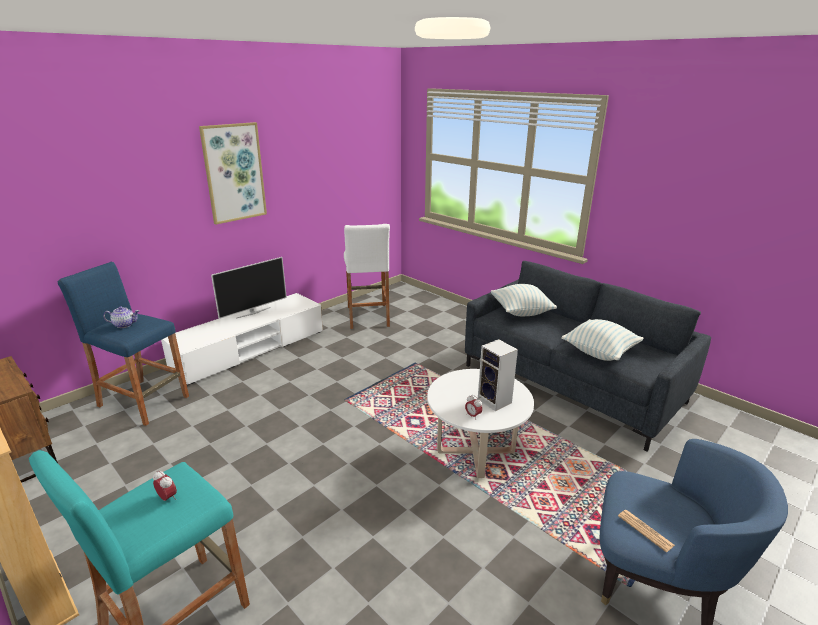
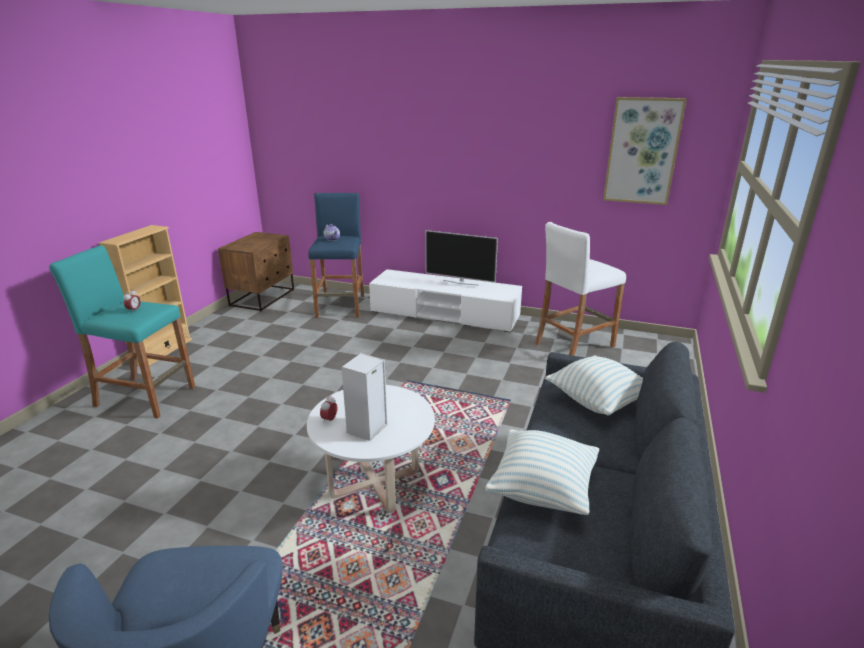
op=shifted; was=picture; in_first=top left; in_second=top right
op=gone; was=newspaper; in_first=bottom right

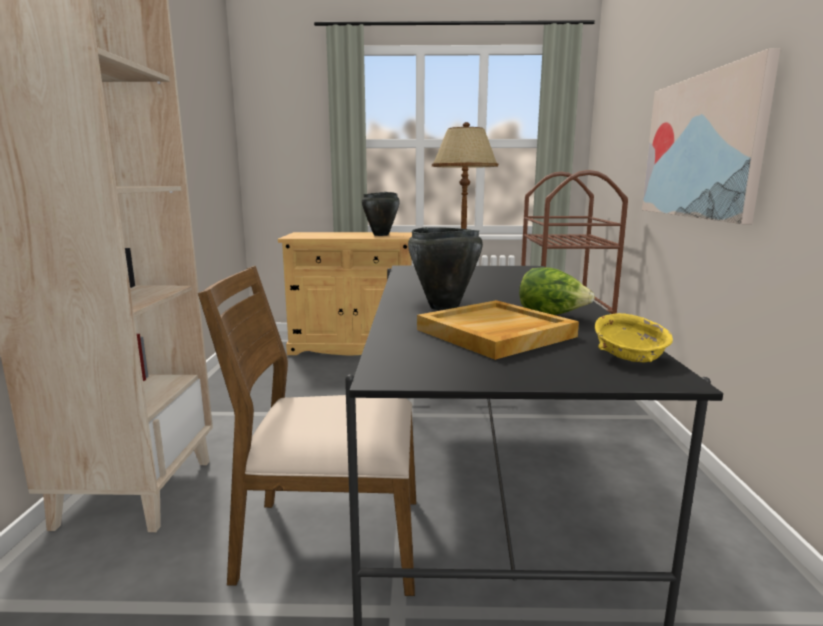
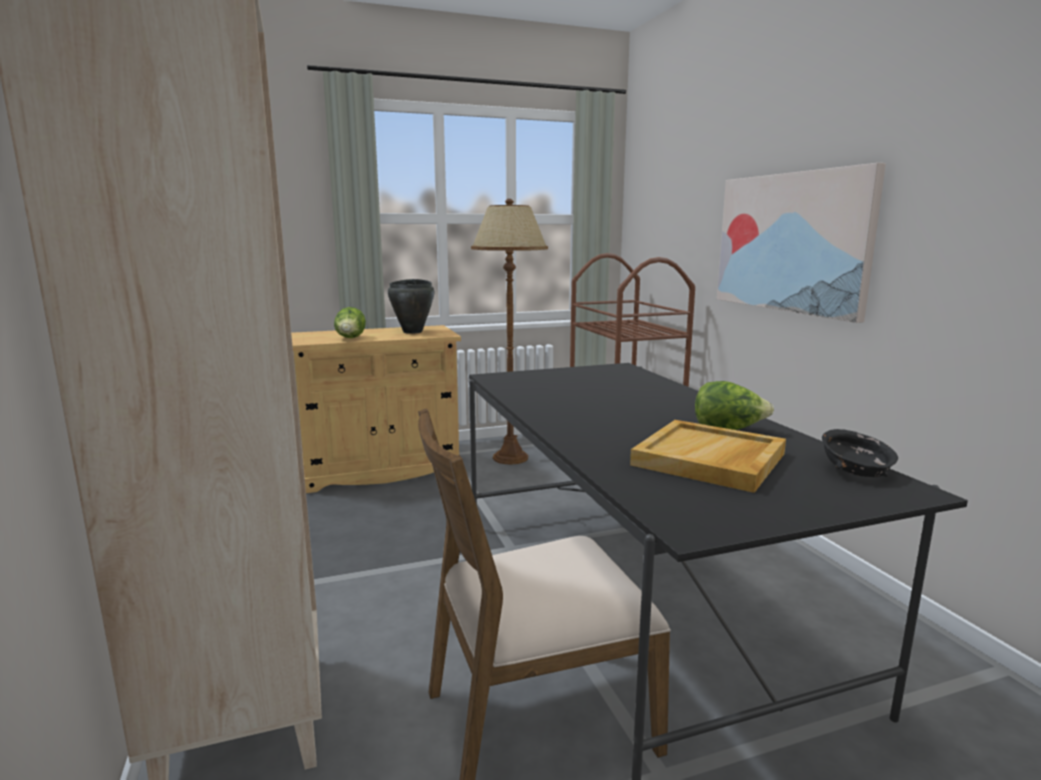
op=gone; was=cooking pot (black) (no. 2 from left); in_first=centre
op=repainted; was=bowl (yellow); now=bowl (black); in_first=middle right; in_second=middle right
op=new; now=lettuce (no. 1 from left); in_second=centre

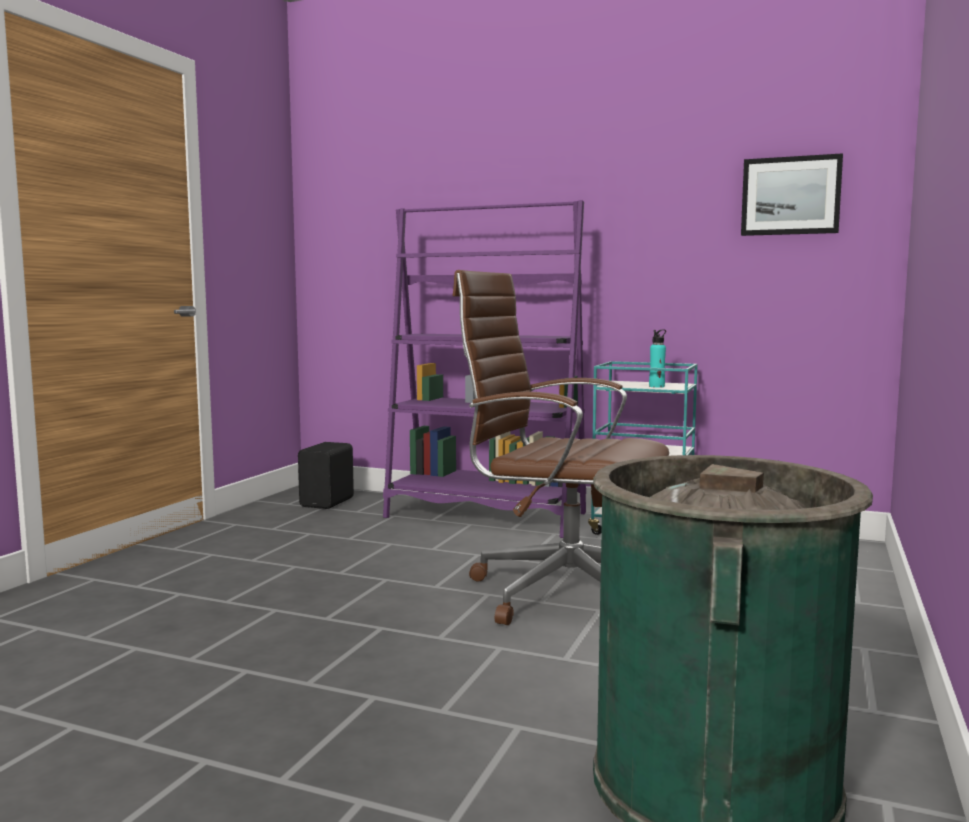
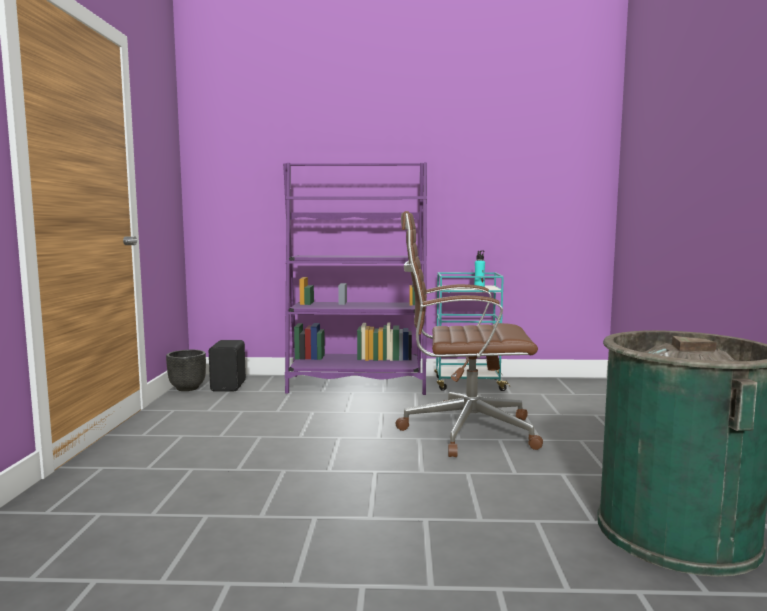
op=gone; was=picture; in_first=top right
op=new; now=planter (black); in_second=middle left

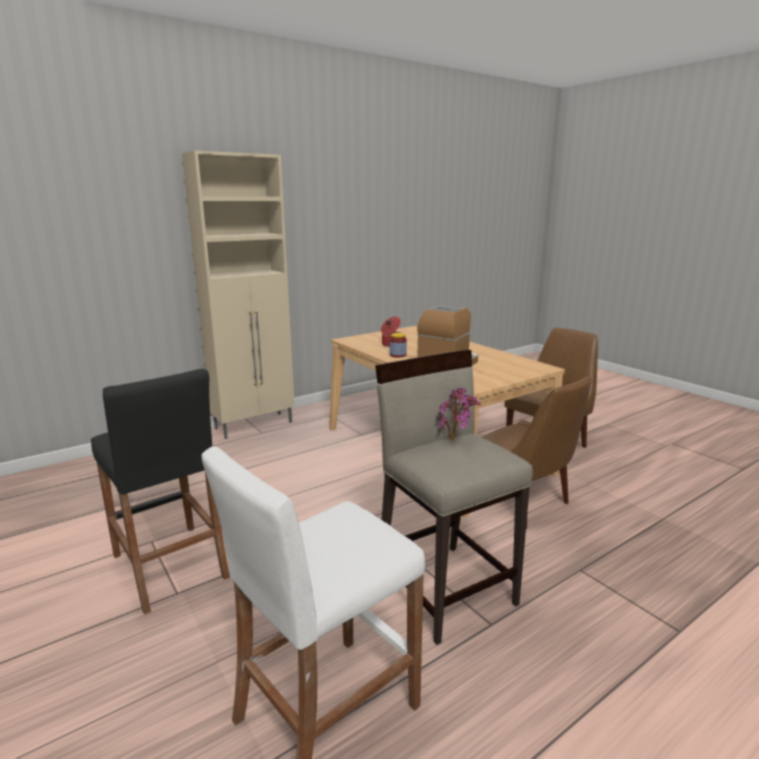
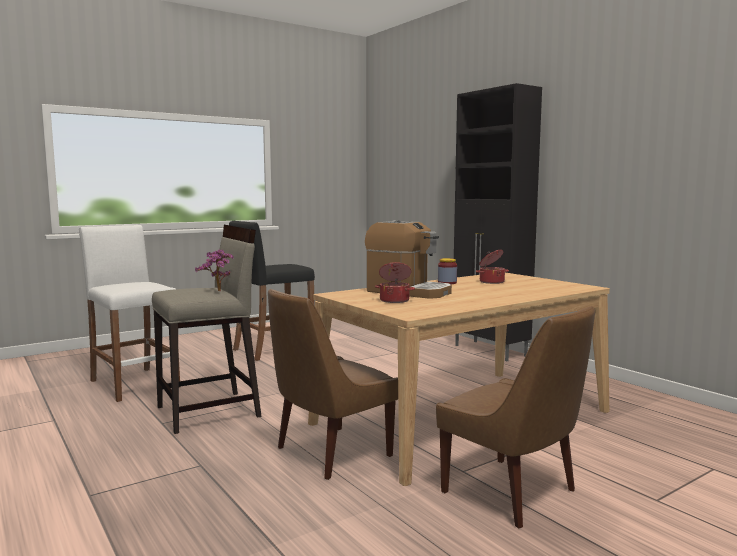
op=repainted; was=cabinet (beige); now=cabinet (black); in_first=middle left; in_second=middle right
op=new; now=cooking pot (no. 1 from left); in_second=centre

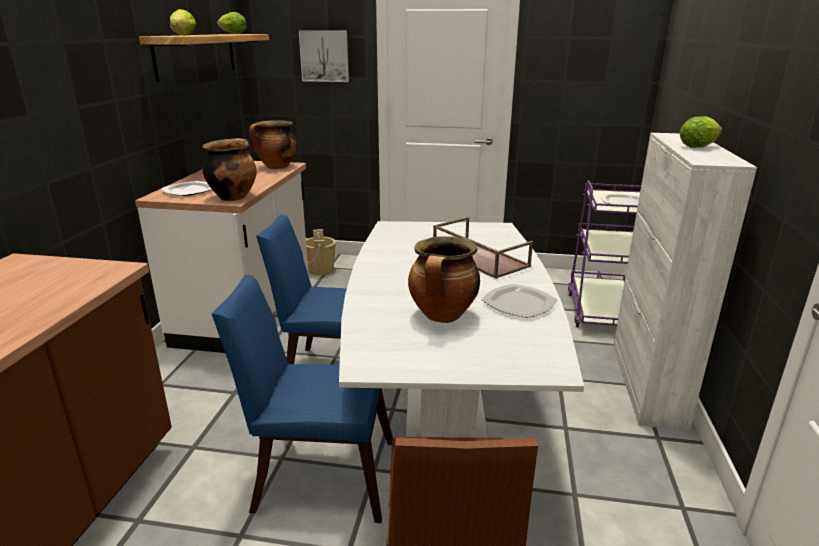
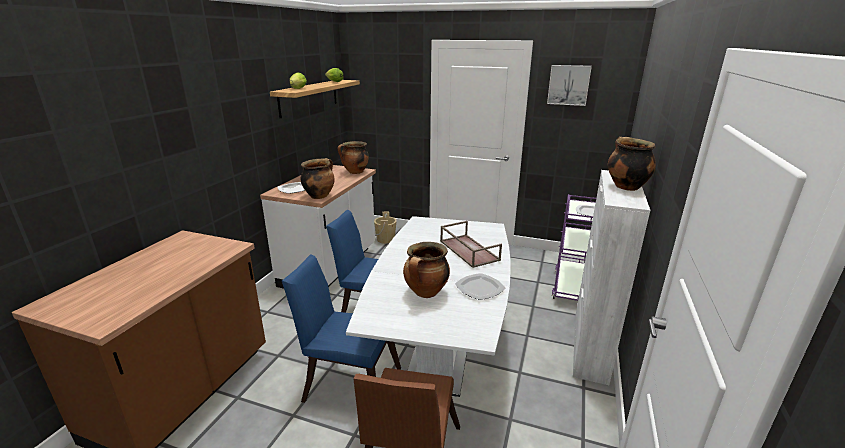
op=shifted; was=picture; in_first=top centre; in_second=top right
op=swapped; was=lettuce (no. 3 from left); now=cooking pot (no. 4 from left); in_first=top right; in_second=middle right

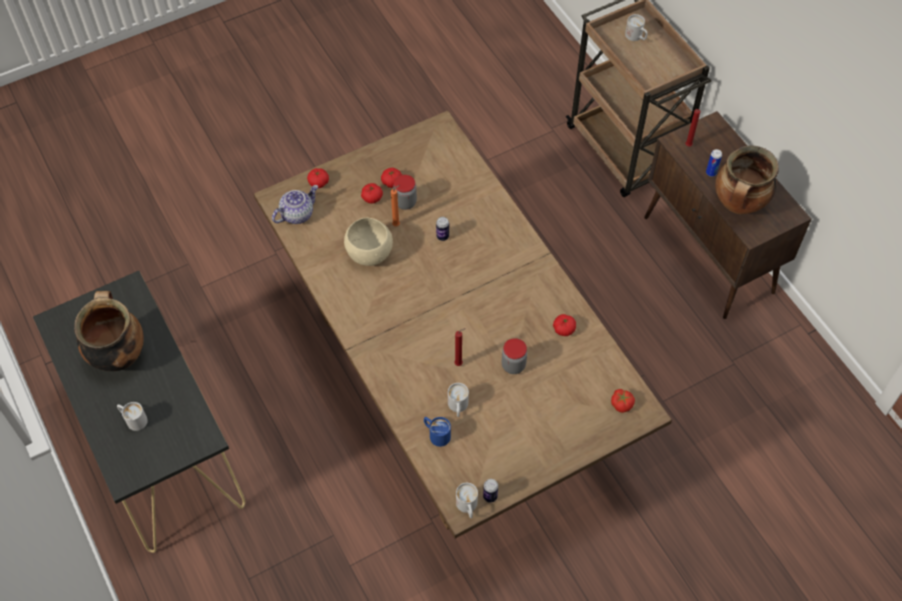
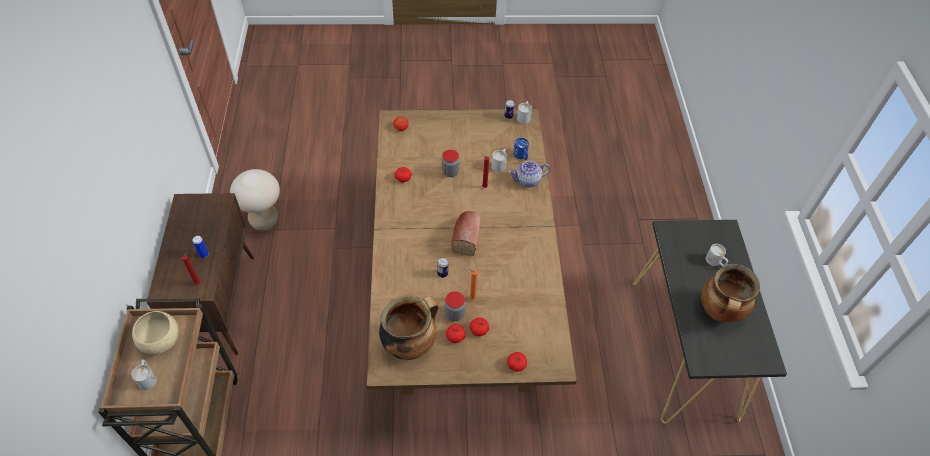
op=shifted; was=teapot; in_first=middle left; in_second=centre
op=shifted; was=bowl (beige); in_first=centre; in_second=bottom left
op=shifted; was=cooking pot (no. 2 from left in the first image); now=cooking pot (no. 1 from left); in_first=top right; in_second=bottom centre
op=new; now=stool (beige); in_second=middle left
op=new; now=bread; in_second=centre

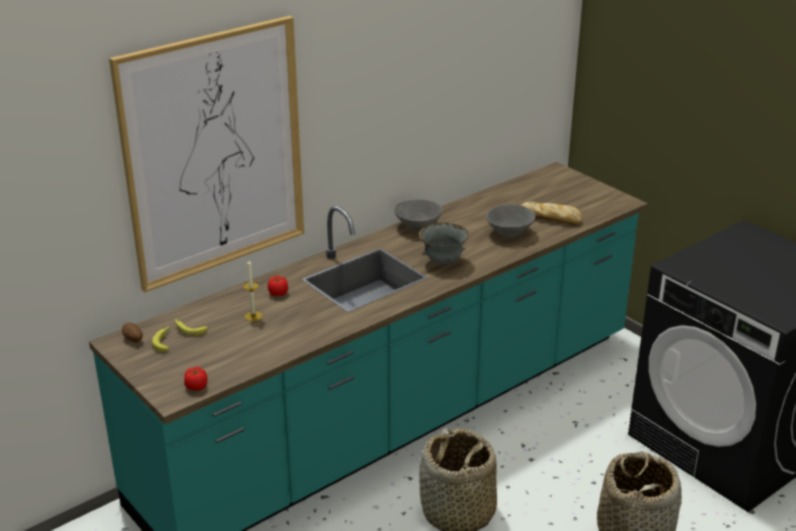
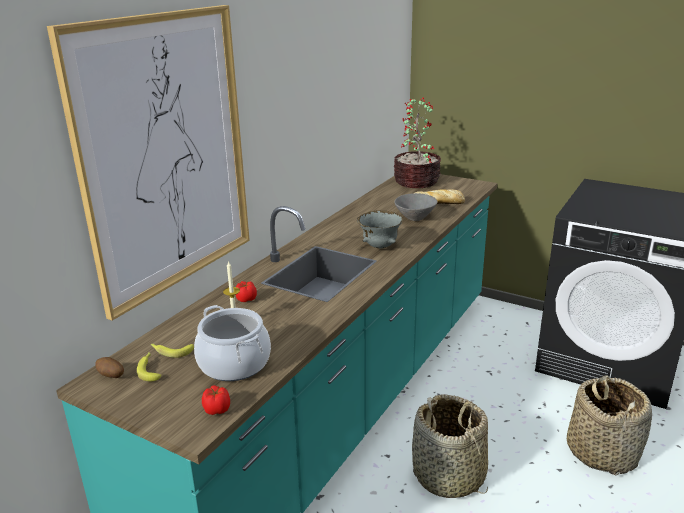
op=gone; was=bowl (grey) (no. 1 from left); in_first=centre
op=new; now=cooking pot; in_second=bottom centre
op=new; now=potted plant; in_second=top centre

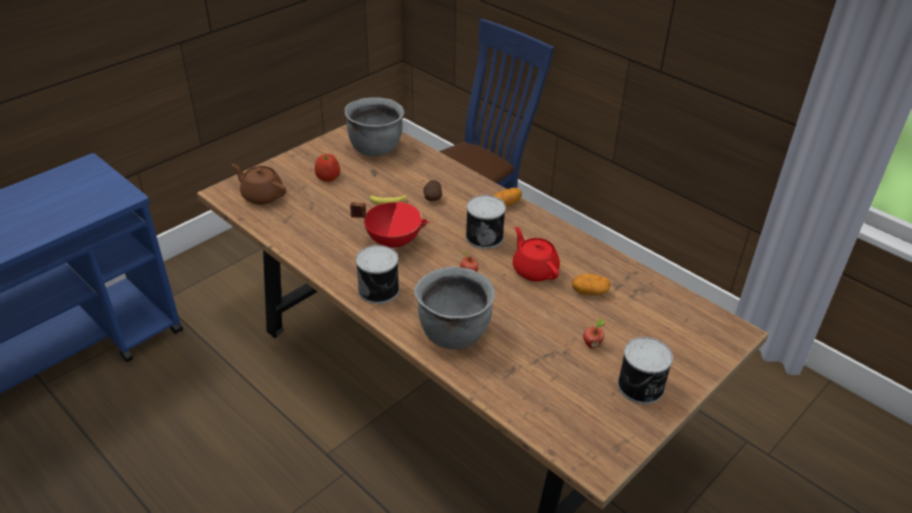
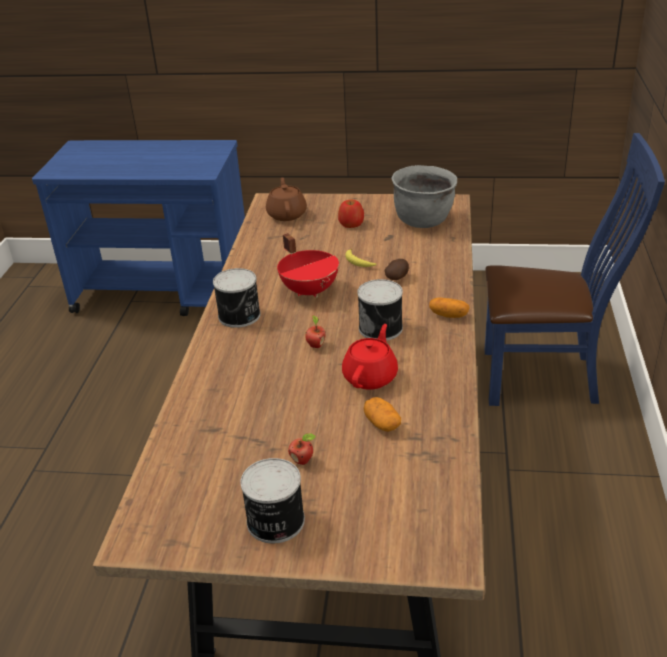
op=gone; was=cooking pot (grey) (no. 2 from left); in_first=centre

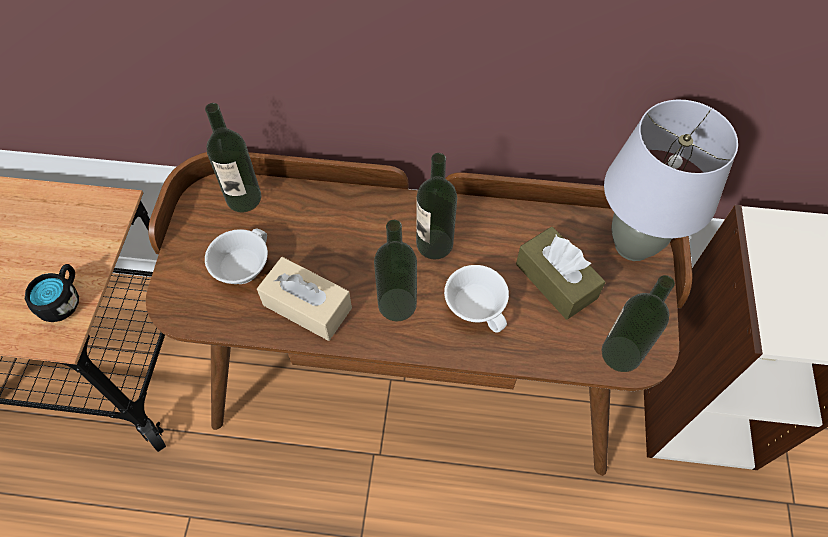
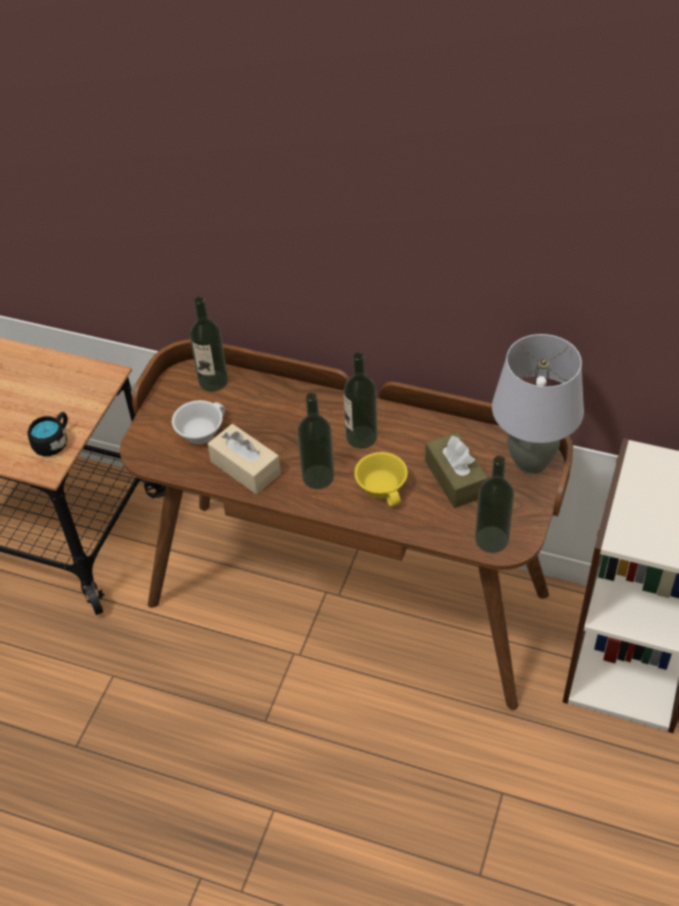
op=repainted; was=cup (white) (no. 2 from left); now=cup (yellow); in_first=centre; in_second=centre

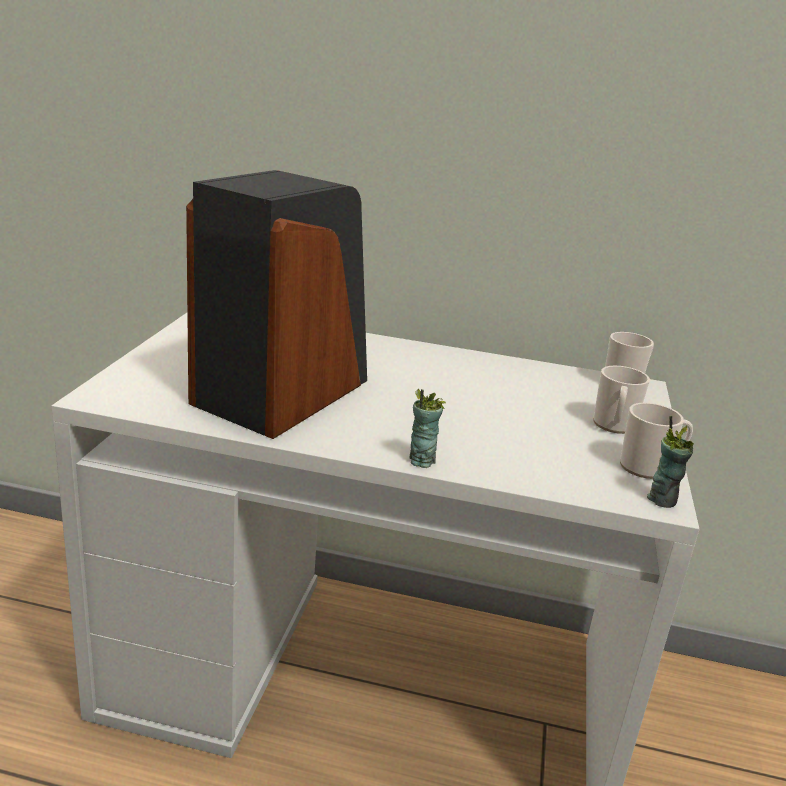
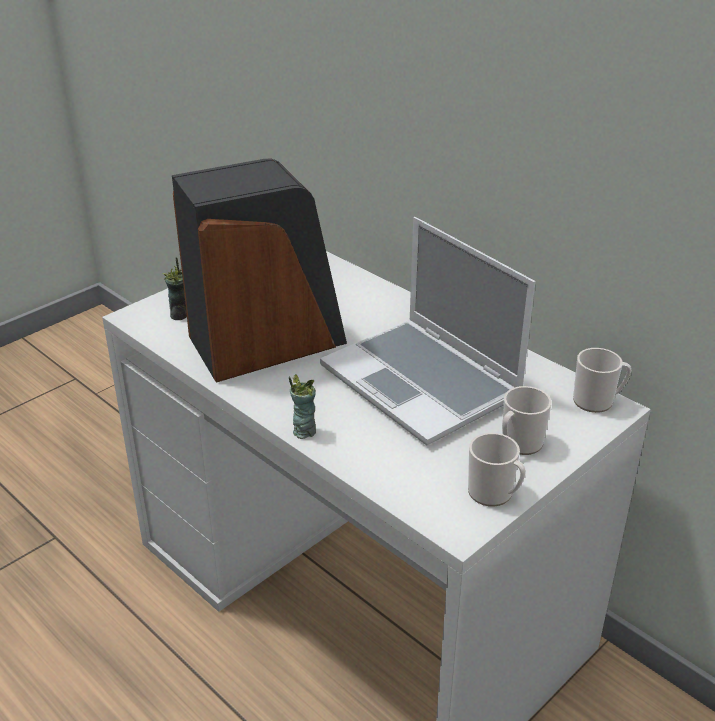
op=shifted; was=cup (no. 2 from left in the first image); now=cup (no. 1 from left); in_first=middle right; in_second=middle left
op=new; now=laptop; in_second=centre

